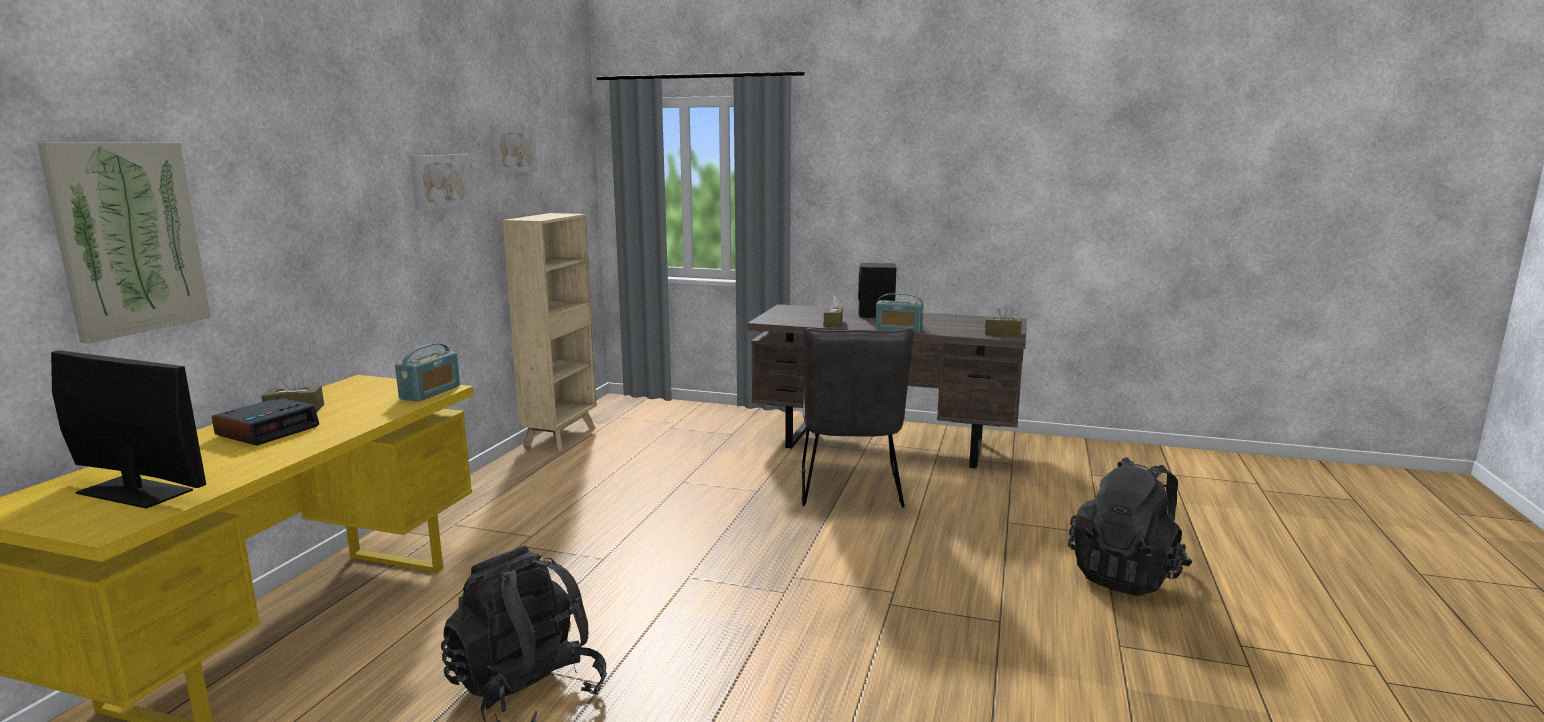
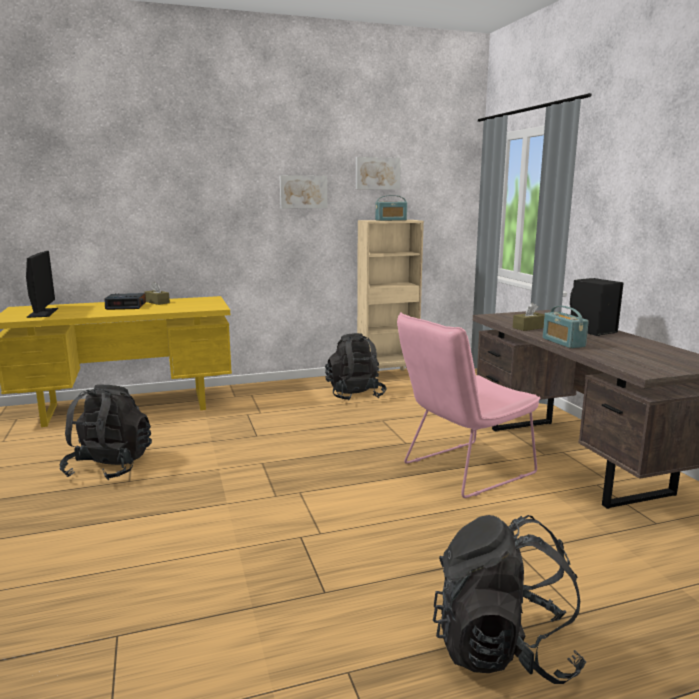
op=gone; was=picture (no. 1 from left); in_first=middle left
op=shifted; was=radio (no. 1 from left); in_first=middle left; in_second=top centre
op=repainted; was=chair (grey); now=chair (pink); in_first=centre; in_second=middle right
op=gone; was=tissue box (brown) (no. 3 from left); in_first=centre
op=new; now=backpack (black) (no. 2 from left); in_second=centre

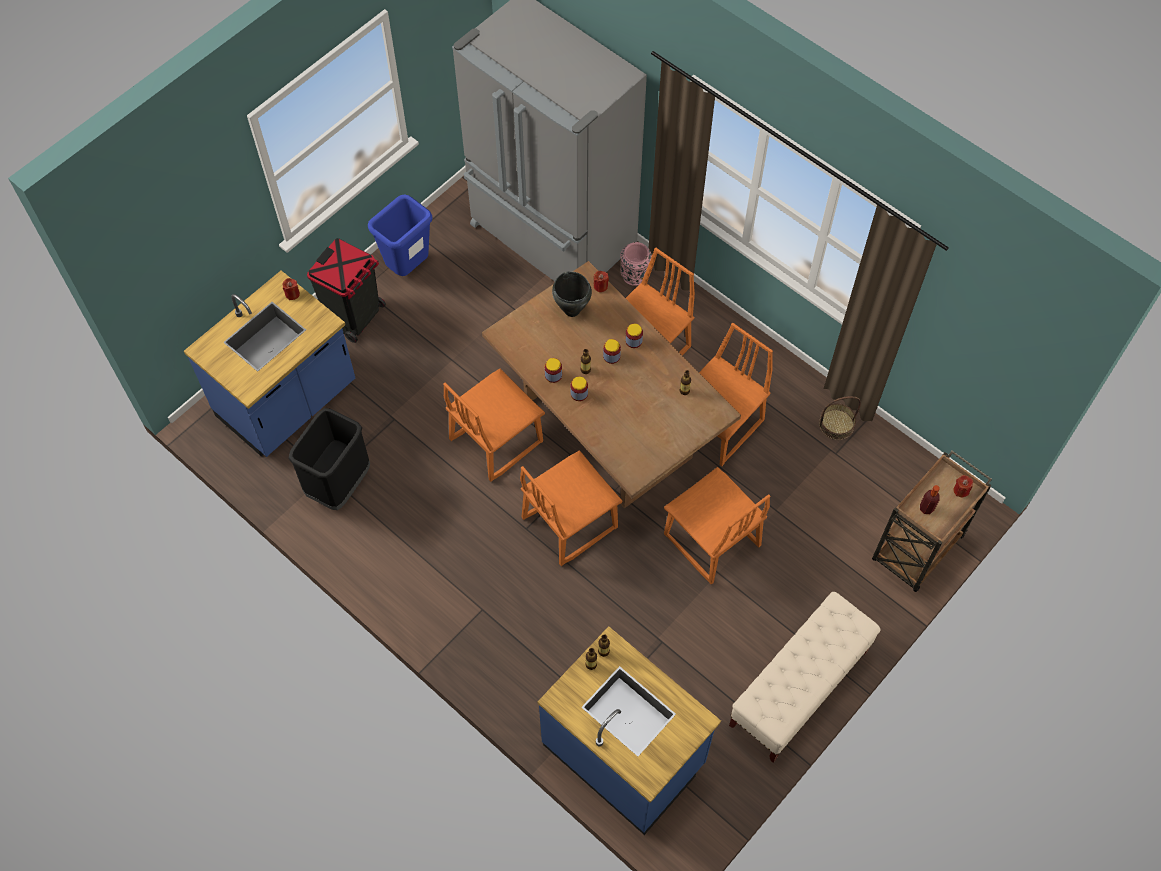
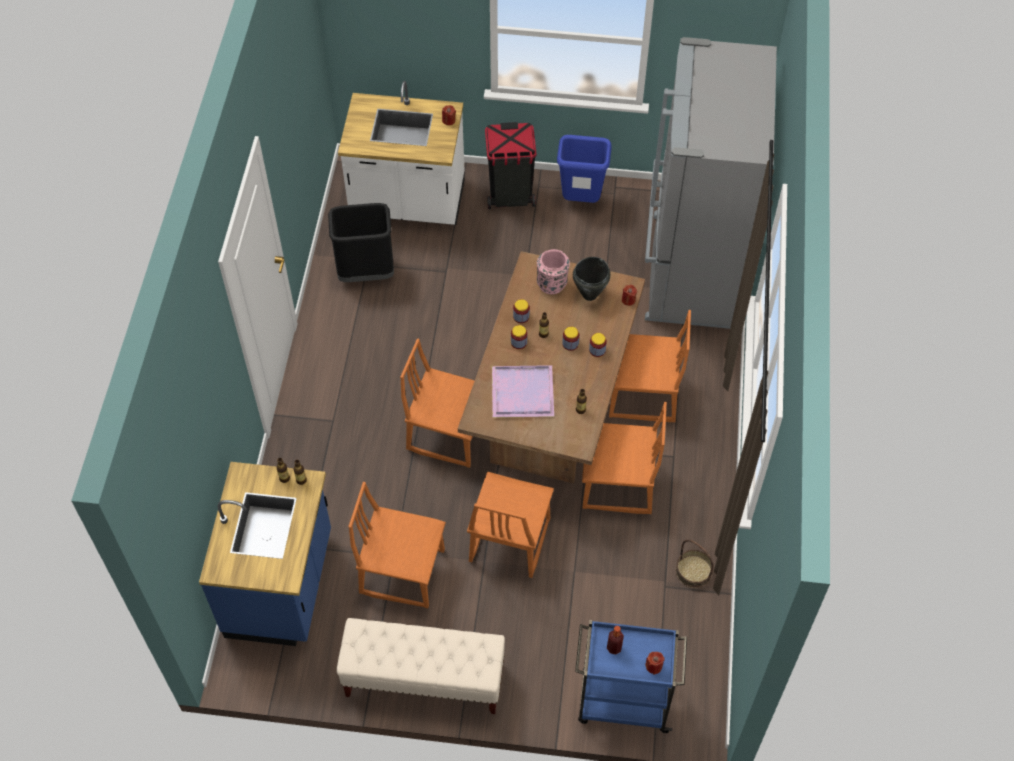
op=repainted; was=counter (blue) (no. 1 from left); now=counter (white); in_first=middle left; in_second=top centre
op=shifted; was=chair (orange) (no. 1 from left); in_first=centre; in_second=bottom centre
op=shifted; was=vase (pink); in_first=top centre; in_second=centre
op=repainted; was=cart (brown); now=cart (blue); in_first=middle right; in_second=bottom centre
op=new; now=tray (purple); in_second=centre

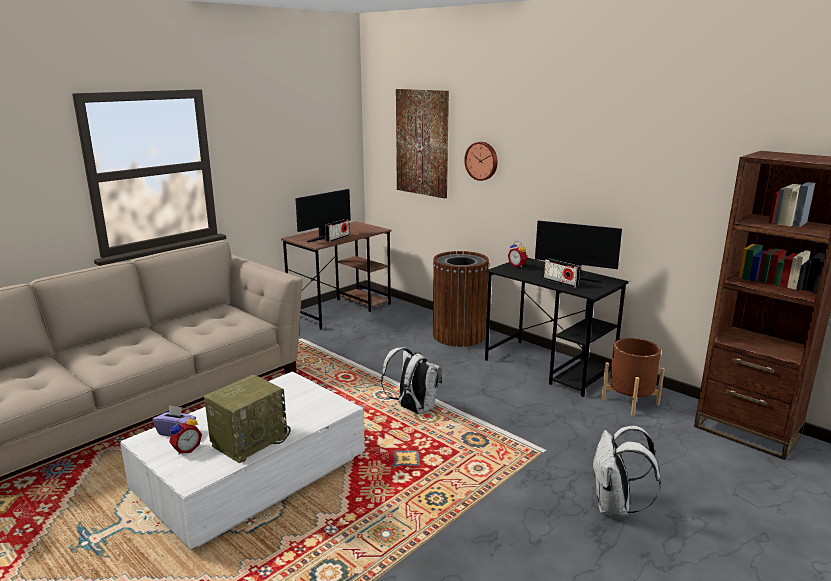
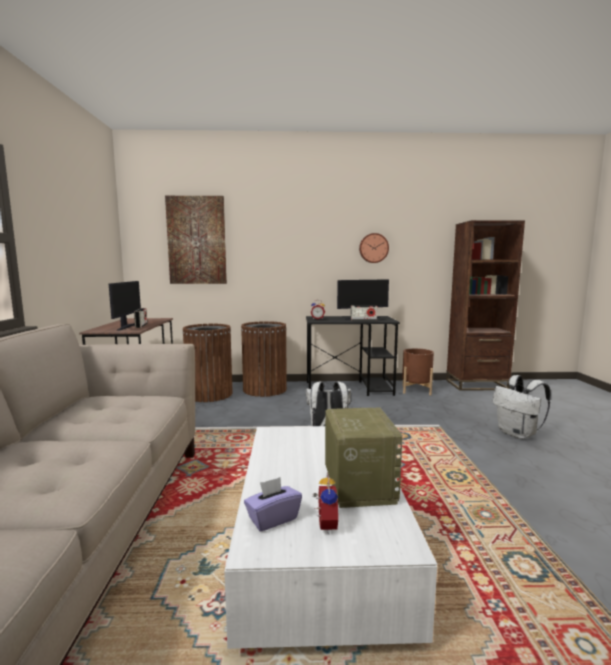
op=shifted; was=wall clock; in_first=top centre; in_second=centre
op=new; now=trash can (brown) (no. 1 from left); in_second=centre

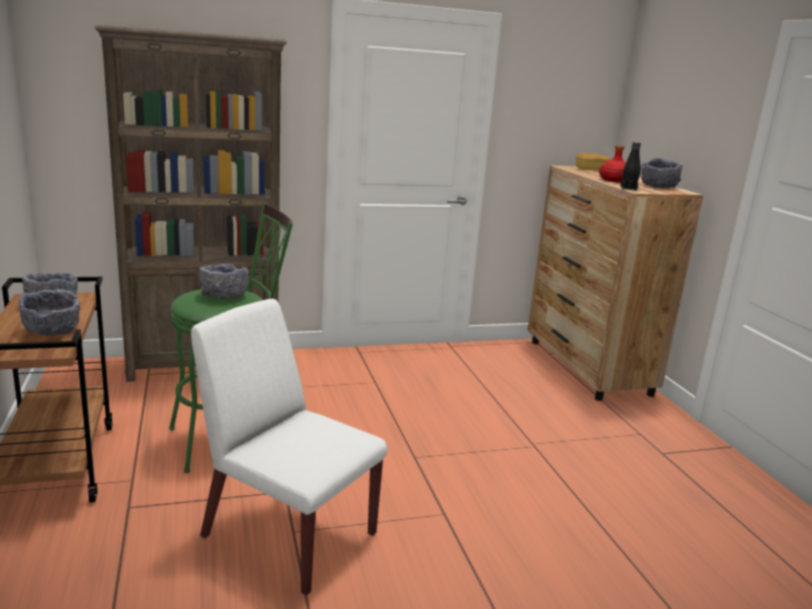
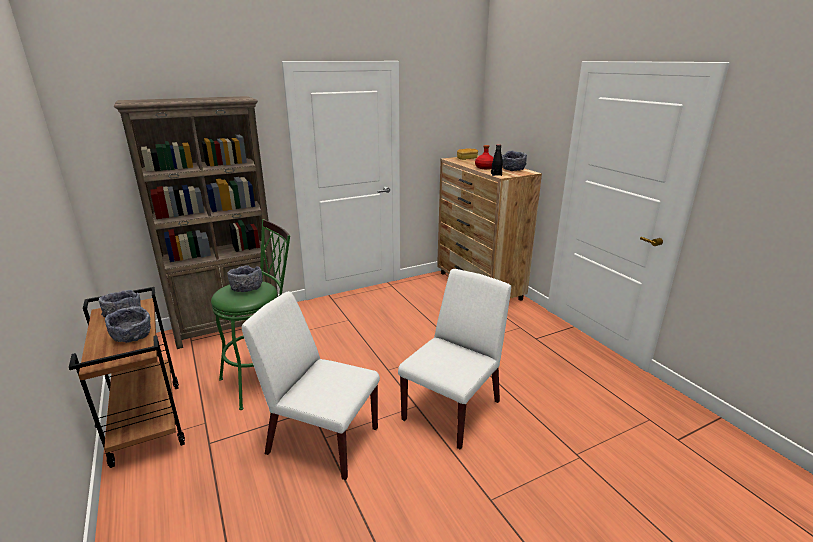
op=new; now=chair (white) (no. 2 from left); in_second=centre

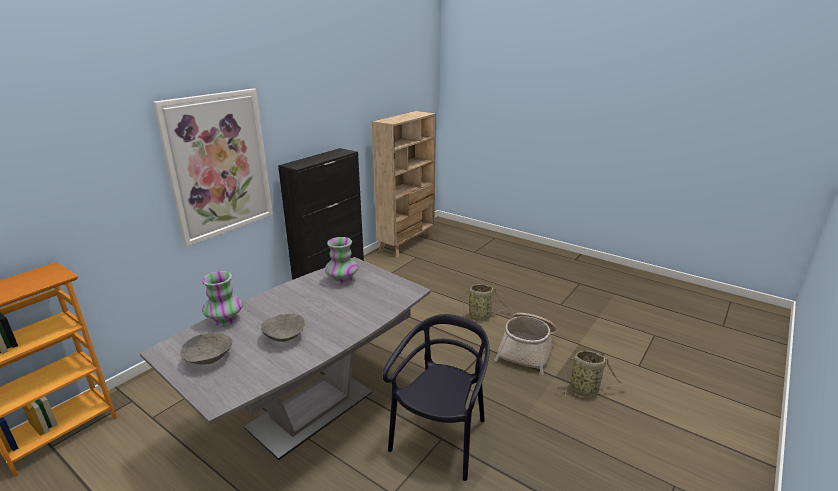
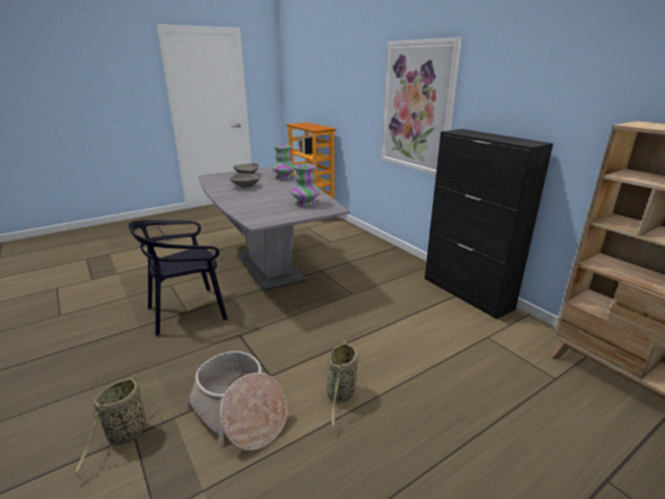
op=rotated; was=chair (black); in_first=bottom centre; in_second=middle left; clockwise=105

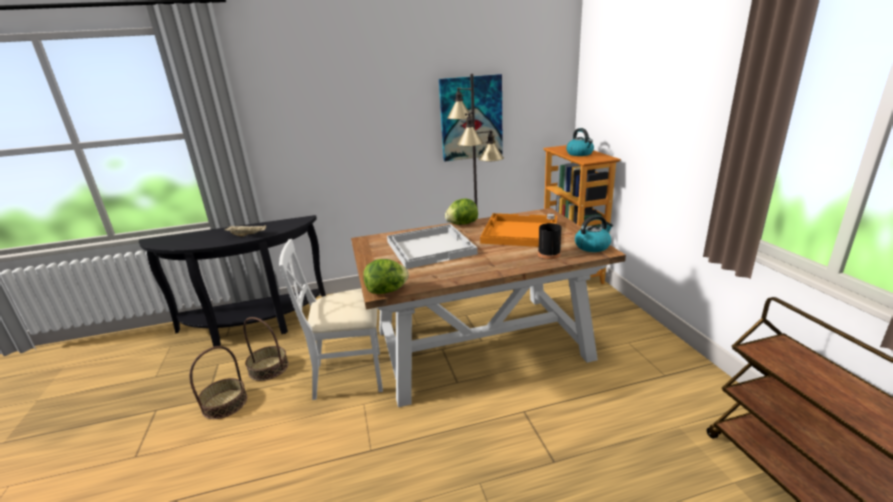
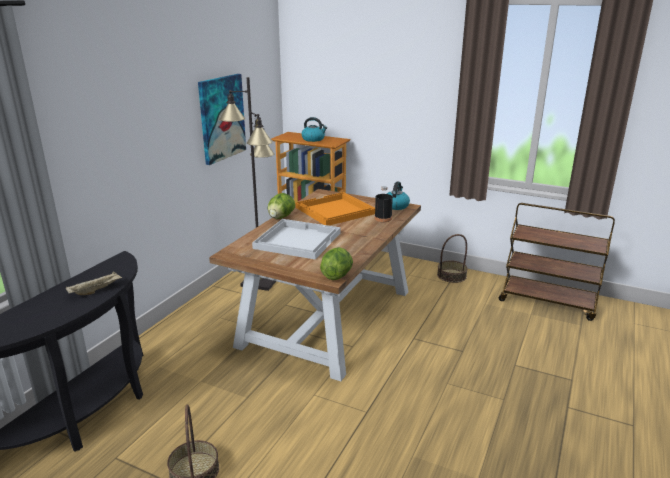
op=shifted; was=basket (no. 2 from left); in_first=bottom left; in_second=middle right
op=gone; was=chair (white); in_first=centre

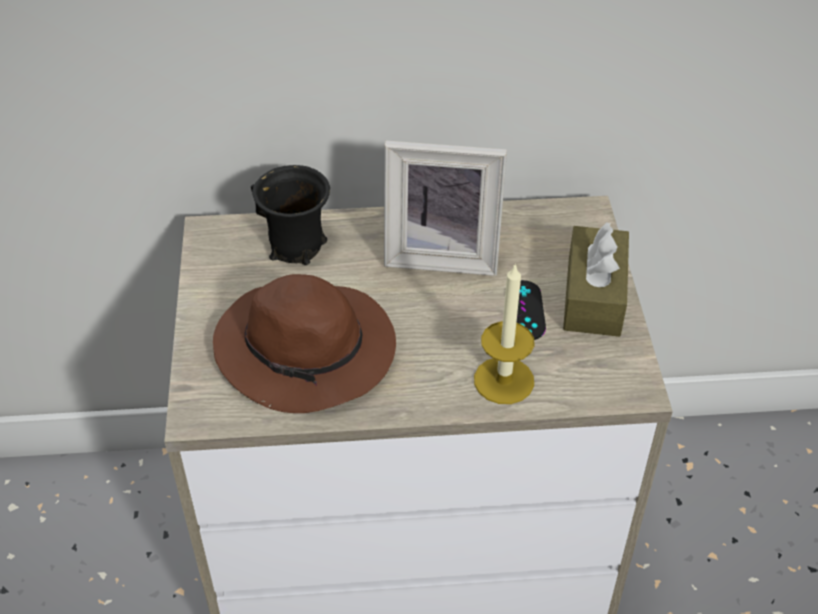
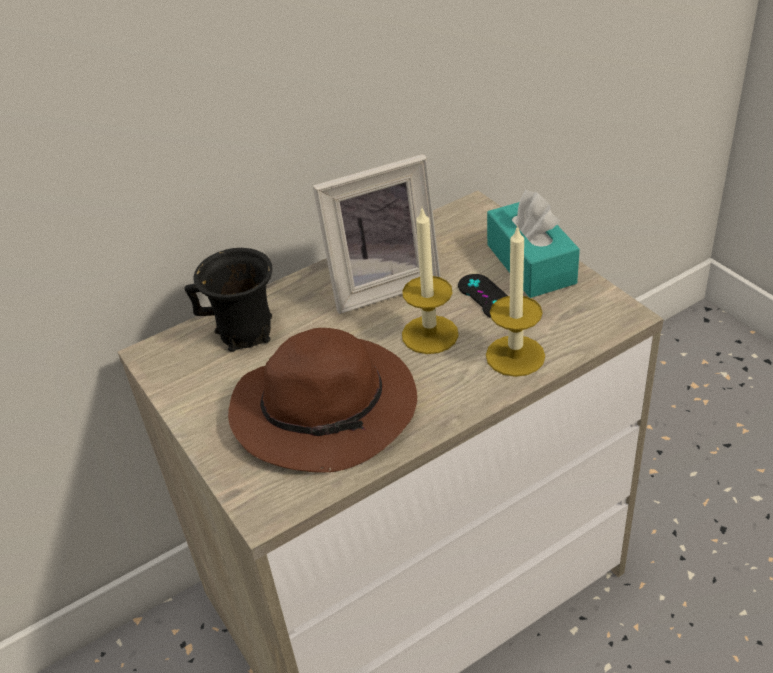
op=repainted; was=tissue box (brown); now=tissue box (turquoise); in_first=middle right; in_second=middle right
op=new; now=candle (no. 1 from left); in_second=centre

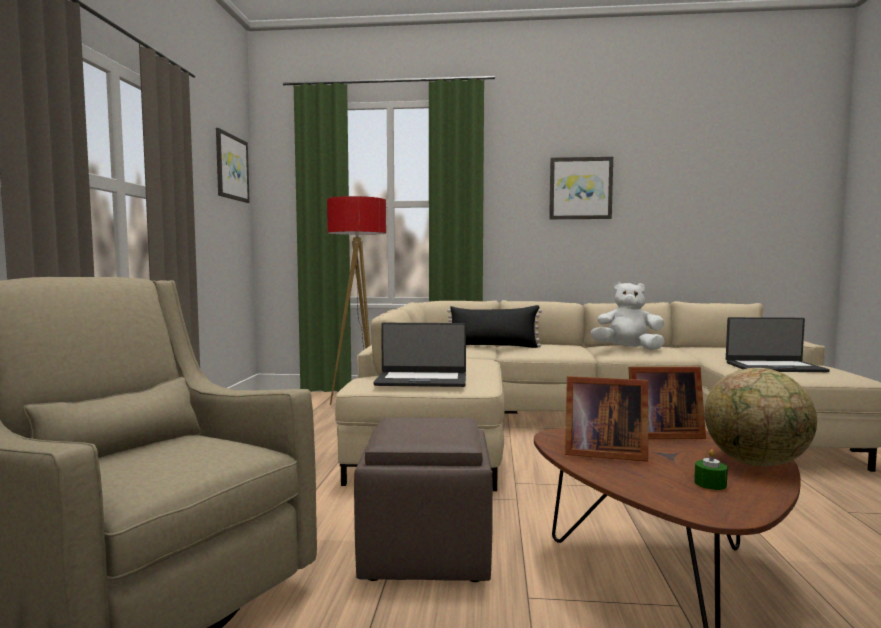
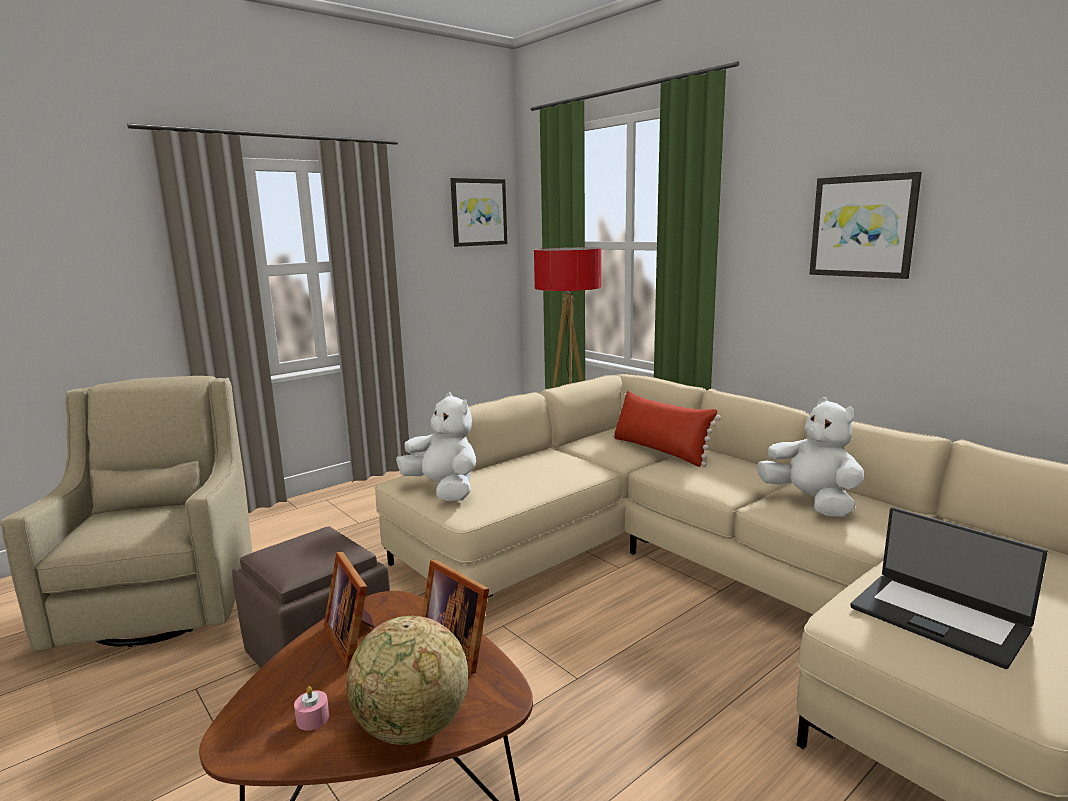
op=swapped; was=laptop (no. 1 from left); now=plush toy (white) (no. 1 from left); in_first=centre; in_second=centre
op=repainted; was=pillow (black); now=pillow (red); in_first=centre; in_second=centre
op=repainted; was=candle (green); now=candle (pink); in_first=bottom right; in_second=bottom left

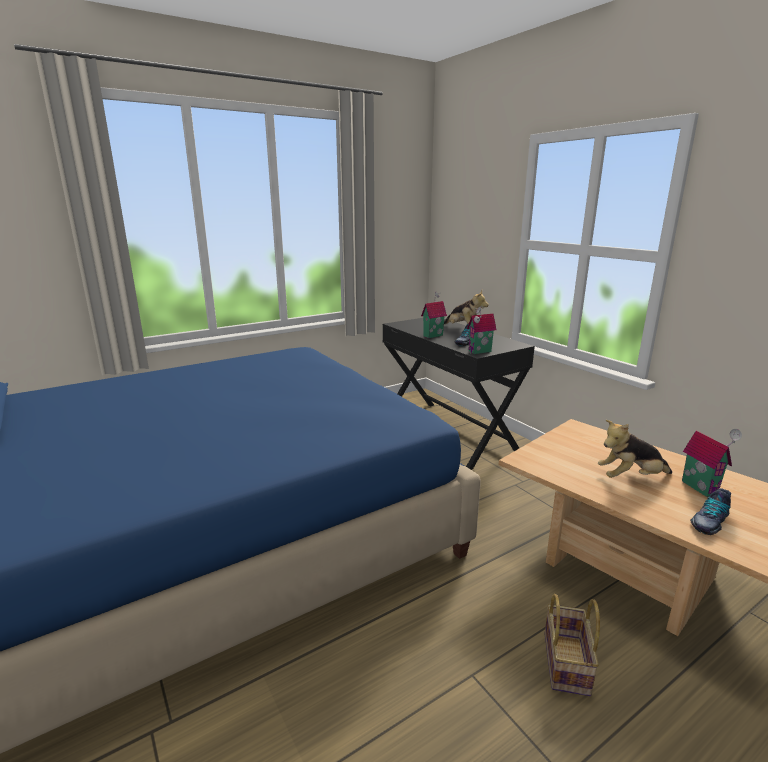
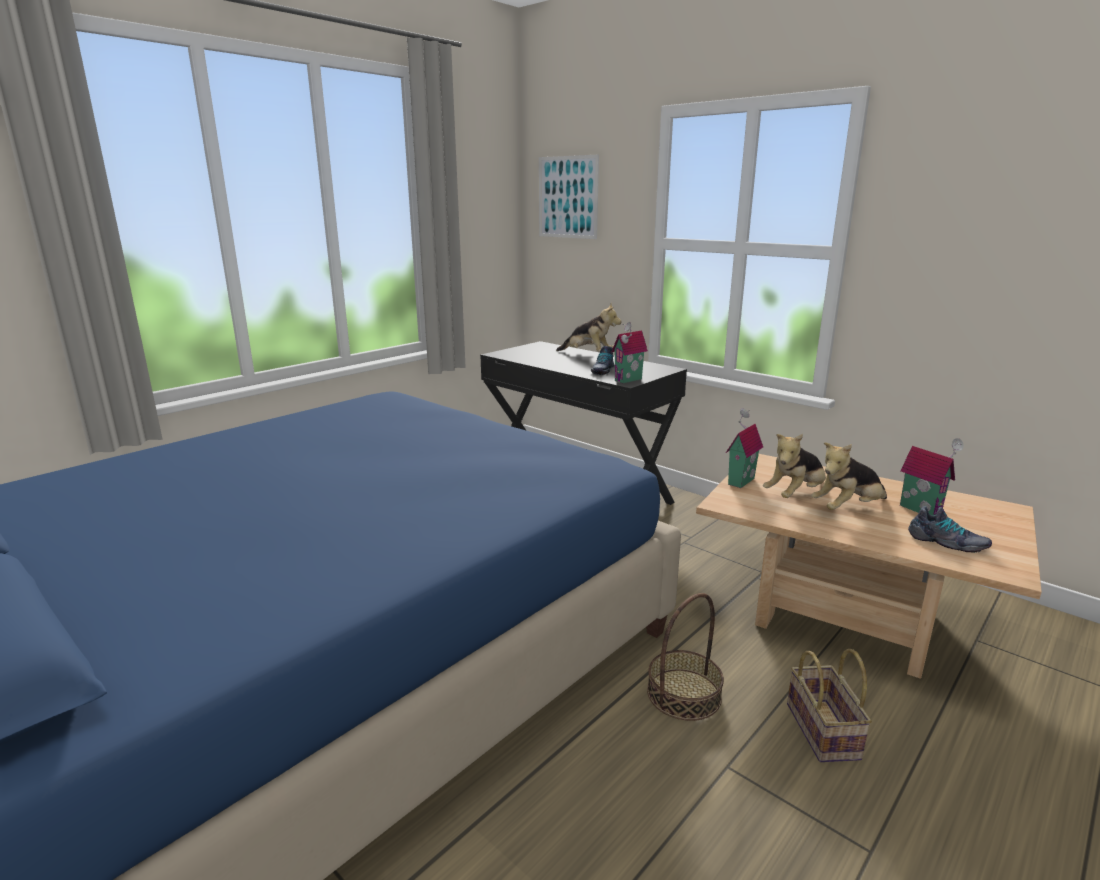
op=shifted; was=toy house (no. 1 from left in the first image); now=toy house (no. 2 from left); in_first=centre; in_second=middle right
op=rotated; was=shoe (no. 2 from left); in_first=bottom right; in_second=middle right; clockwise=-90
op=new; now=picture; in_second=top centre
op=new; now=basket (no. 1 from left); in_second=bottom centre
op=new; now=plush toy (no. 2 from left); in_second=middle right

